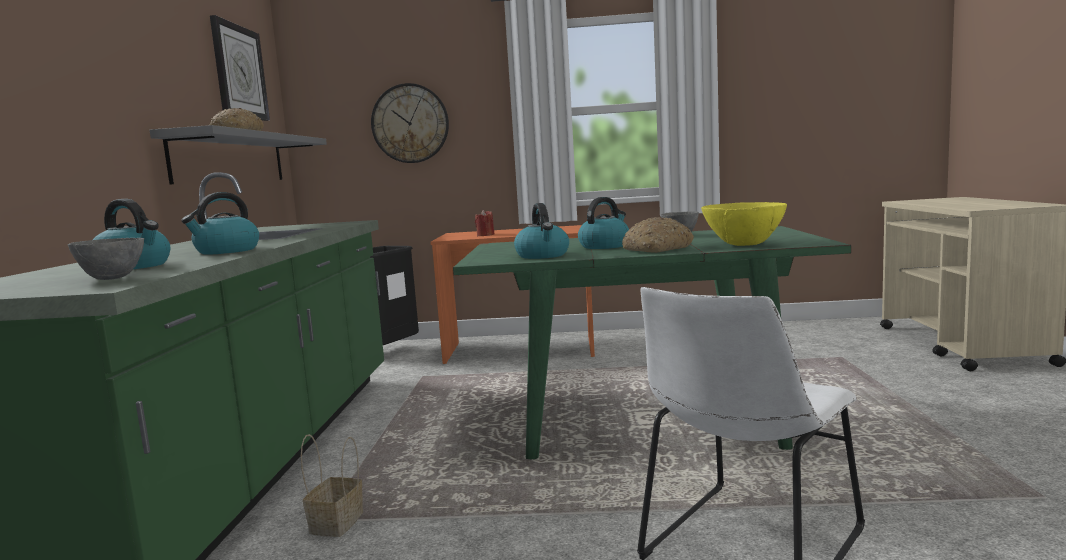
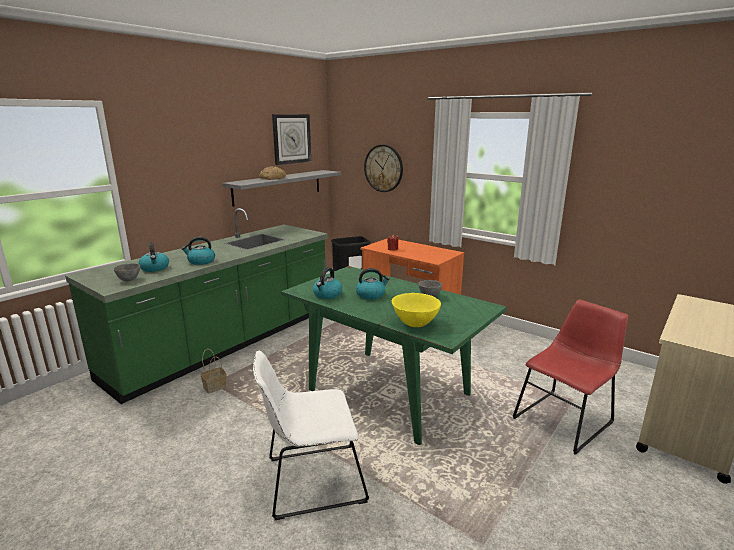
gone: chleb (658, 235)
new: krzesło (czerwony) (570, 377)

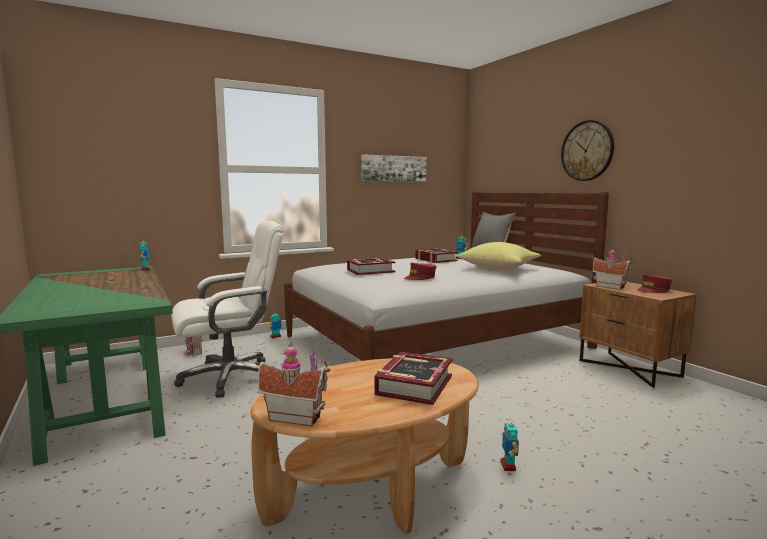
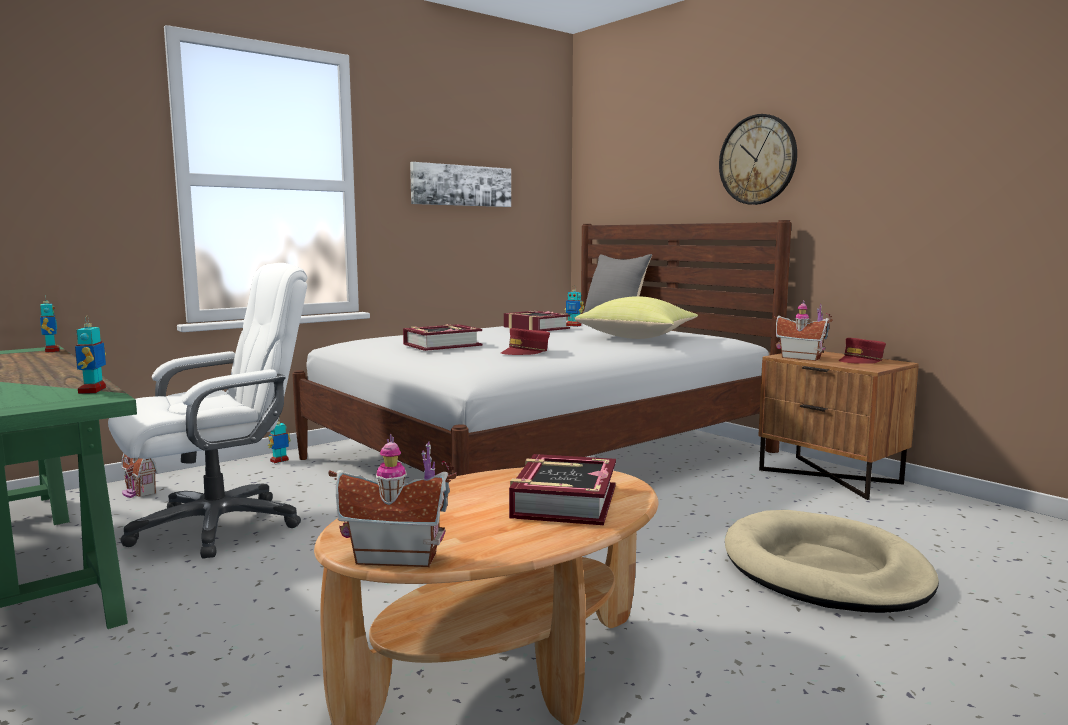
new: legowisko (beżowy) (832, 561)
shifted: robot zabawkowy (510, 444) to (90, 355)

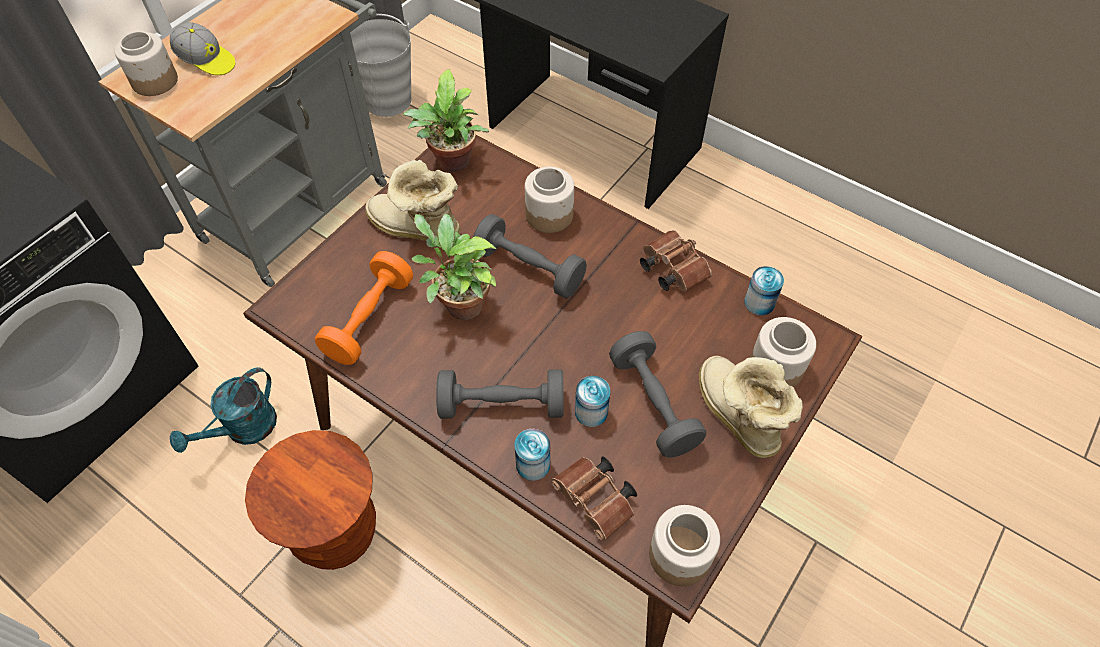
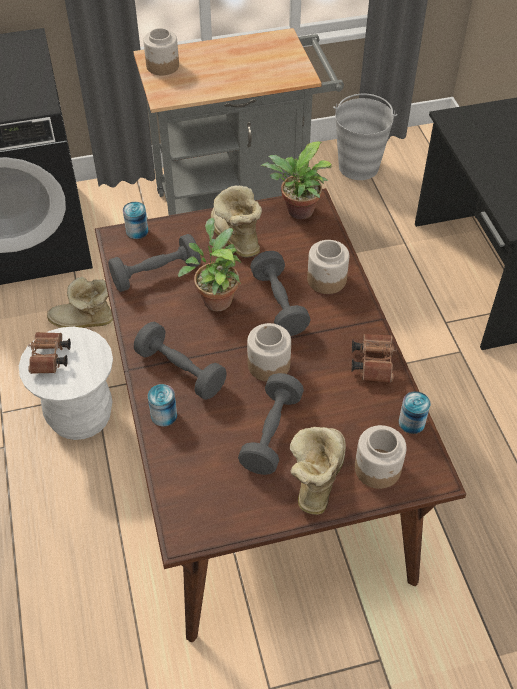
gone: czapka z daszkiem (202, 48)
shifted: lornetka (brązowy) (594, 498) to (49, 353); puszka (592, 401) to (135, 220); słoik (684, 545) to (269, 352)
swapped: konewka (turkusowy) (223, 410) to but z cholewką (80, 302)
repainted: stołek (brązowy) (310, 500) to stołek (biały) (66, 383); hantel (pomarańczowy) (364, 308) to hantel (szary) (154, 263)

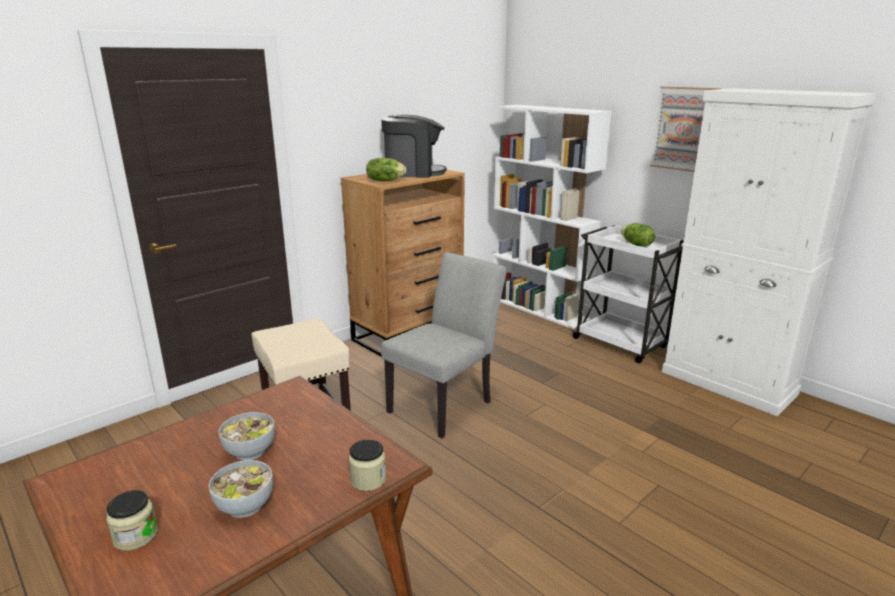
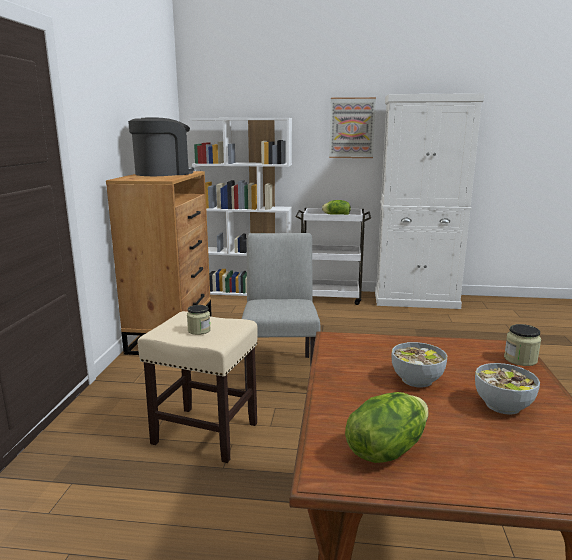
shifted: słoik (132, 520) to (199, 320); sałata (386, 169) to (386, 427)

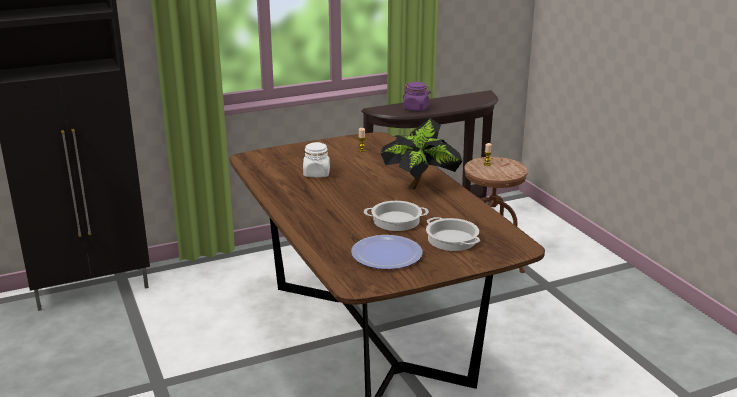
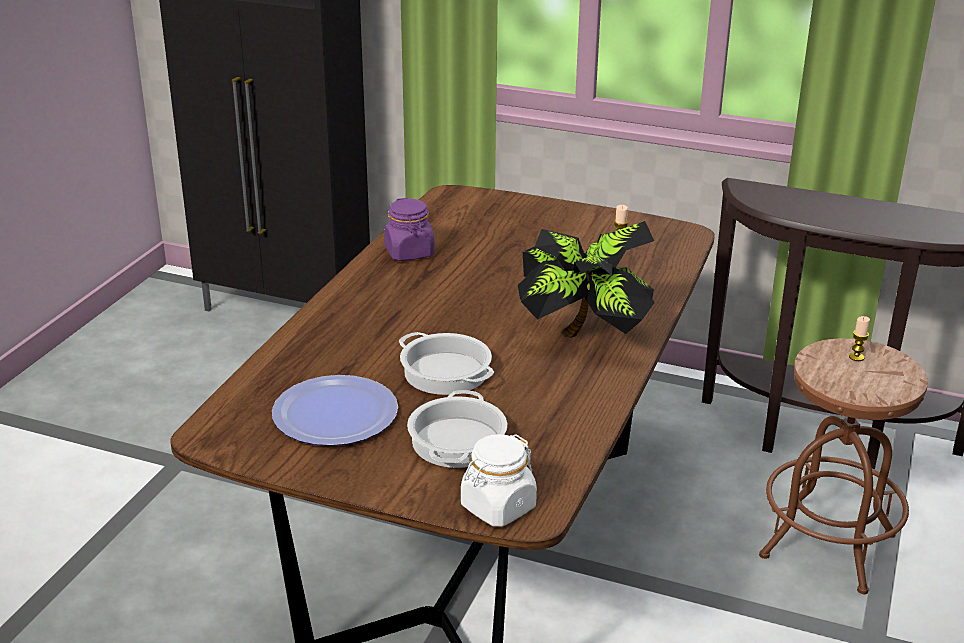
shifted: słoik (fioletowy) (417, 96) to (409, 229); słoik (biały) (316, 160) to (499, 480)

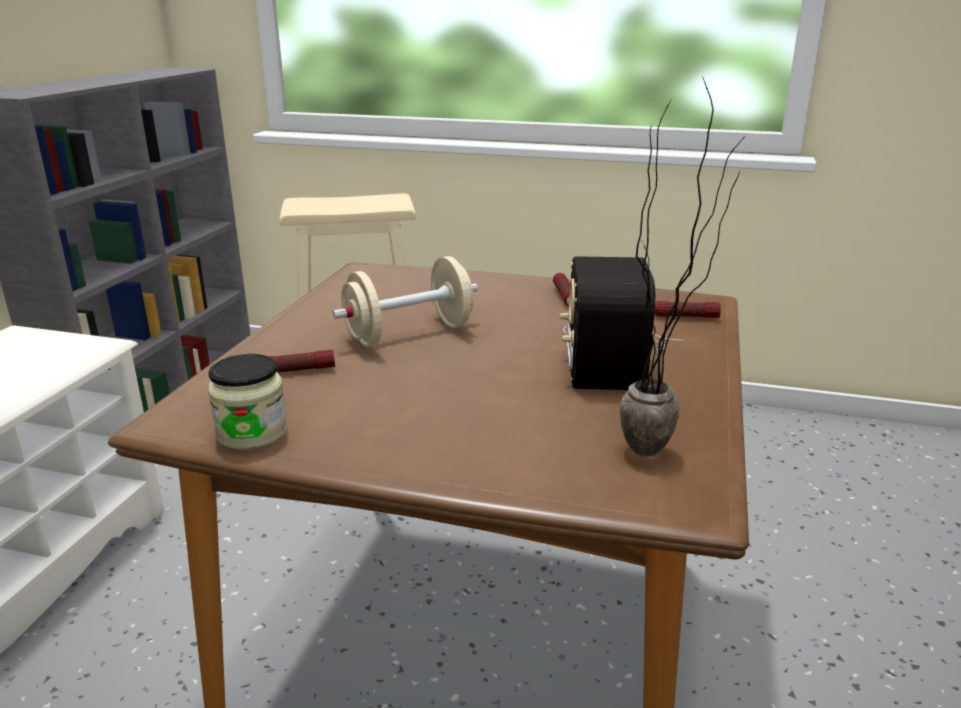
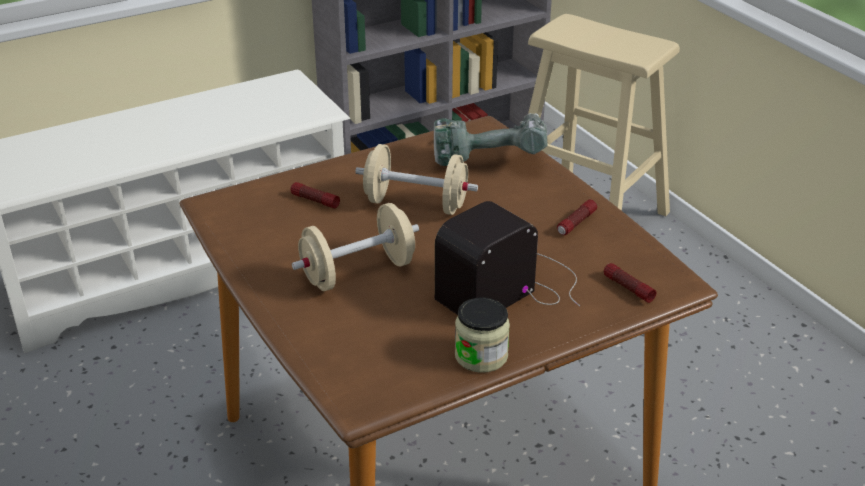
gone: roślina doniczkowa (681, 266)
new: hantel (beżowy) (355, 247); wiertarka (490, 139)
shifted: słoik (247, 402) to (482, 335)

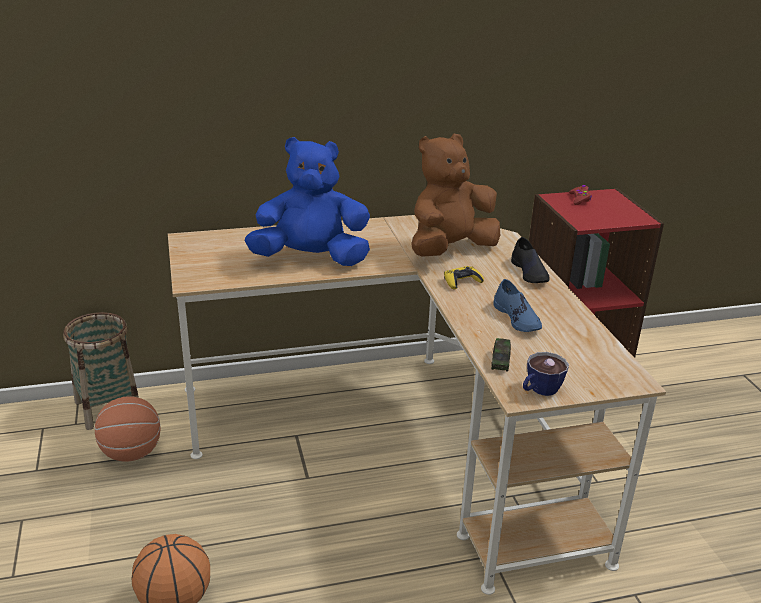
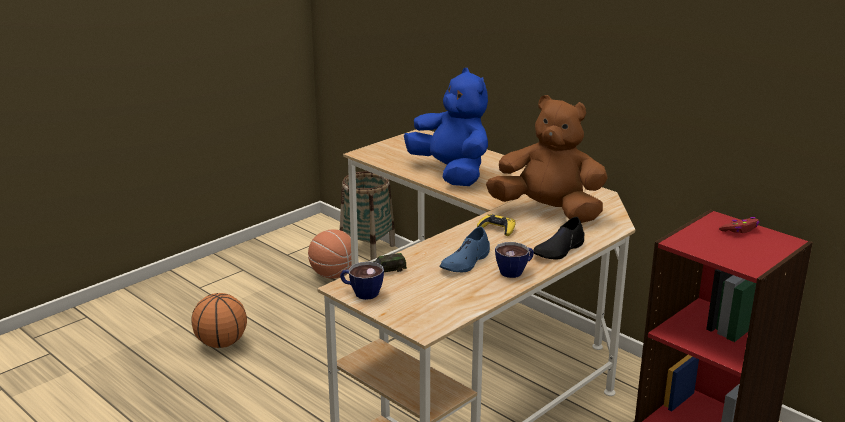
new: filiżanka (514, 260)

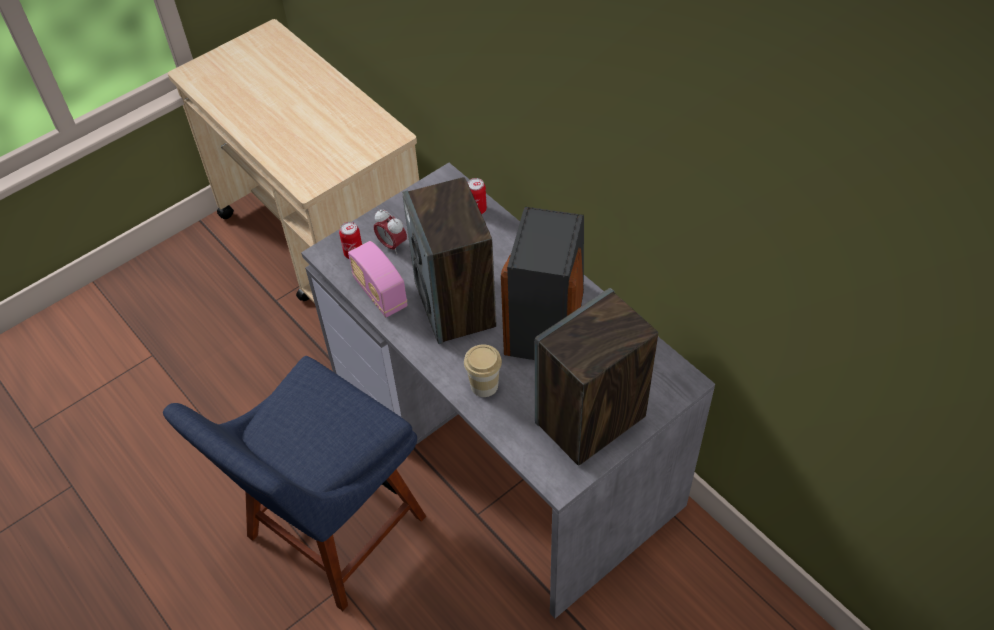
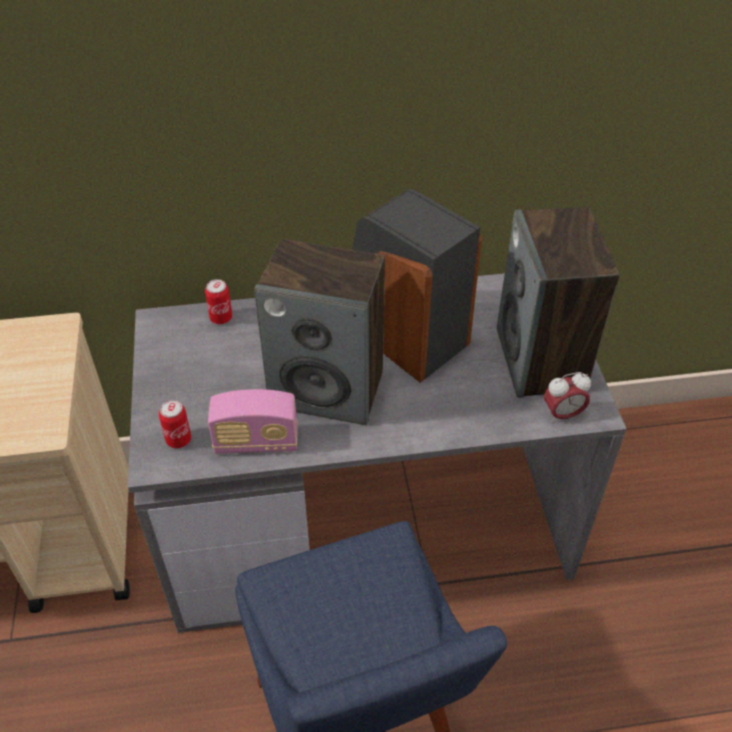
gone: filiżanka (483, 370)
shifted: budzik (390, 231) to (567, 397)

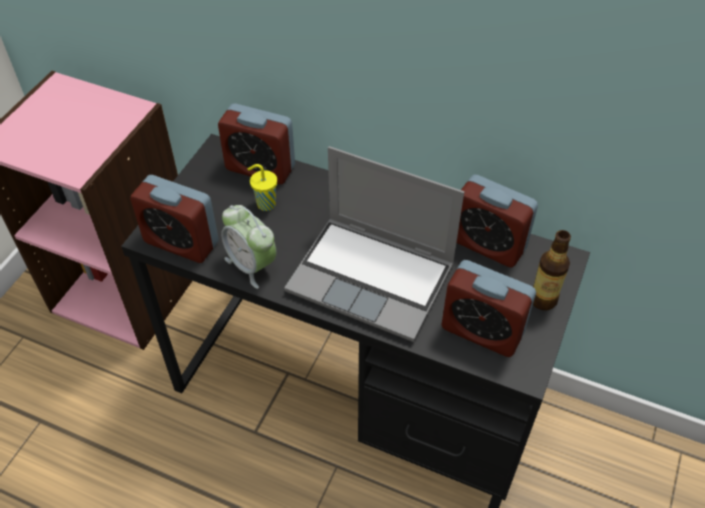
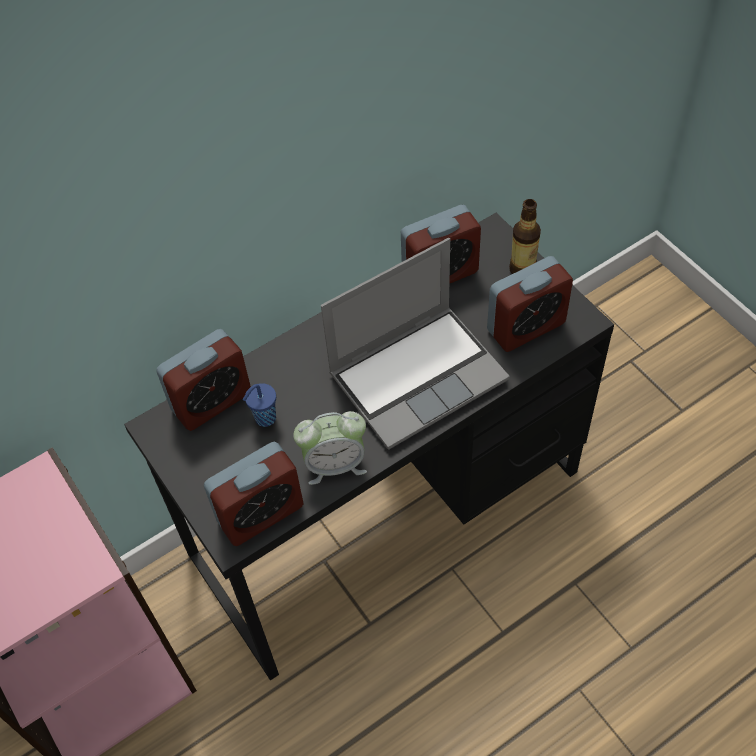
repainted: filiżanka (żółty) (262, 187) to filiżanka (niebieski) (259, 405)

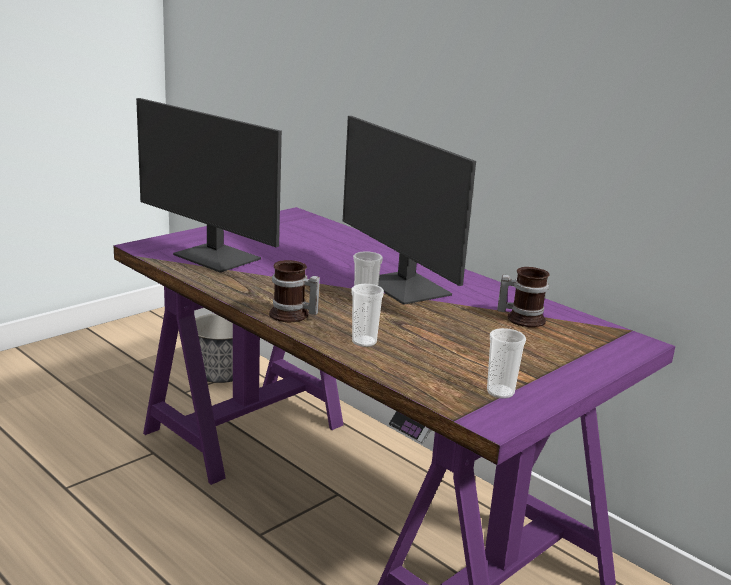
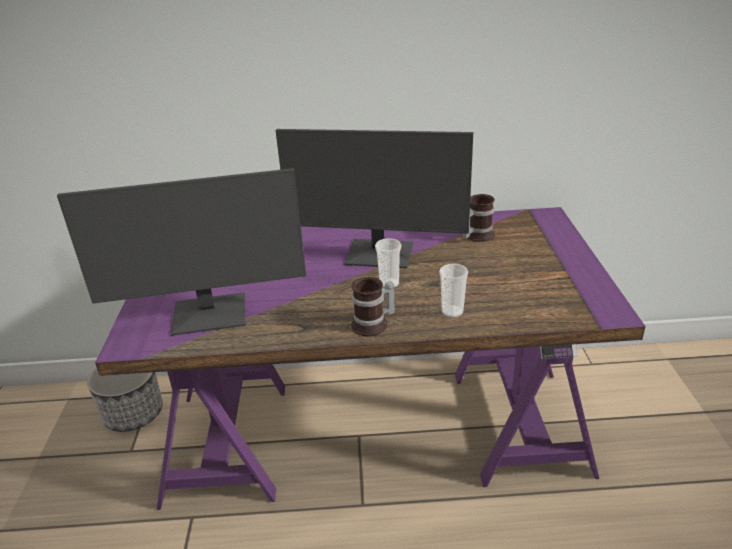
gone: filiżanka (506, 363)

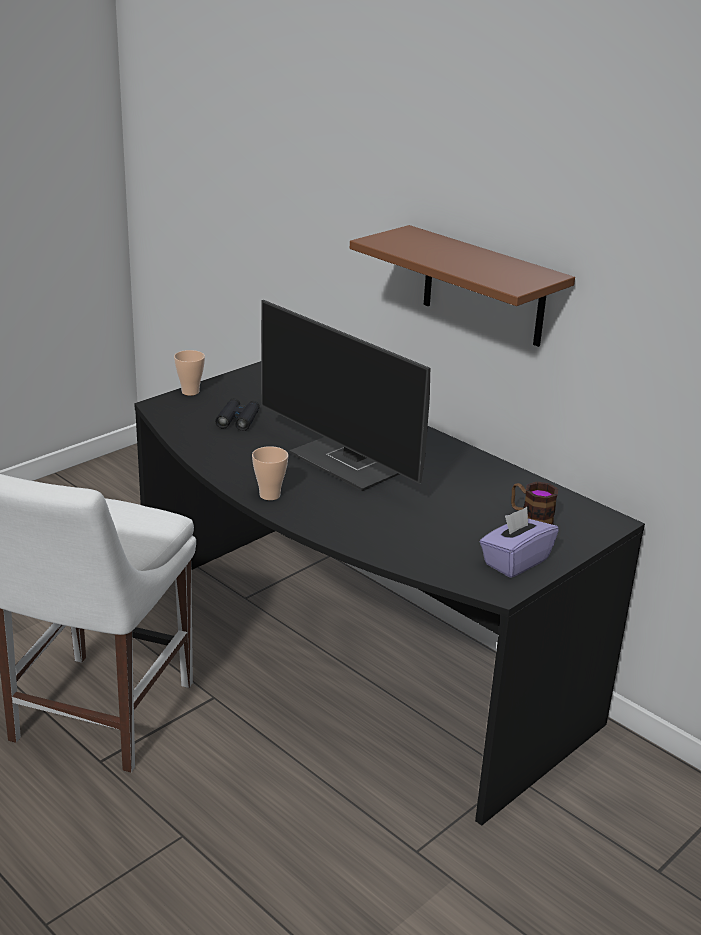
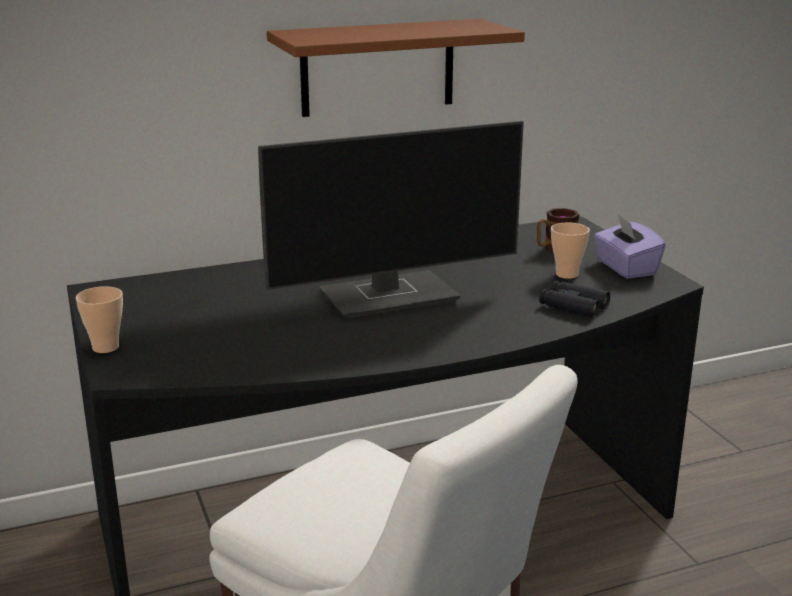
shifted: lornetka (czarny) (237, 414) to (574, 299); filiżanka (270, 473) to (570, 251)

